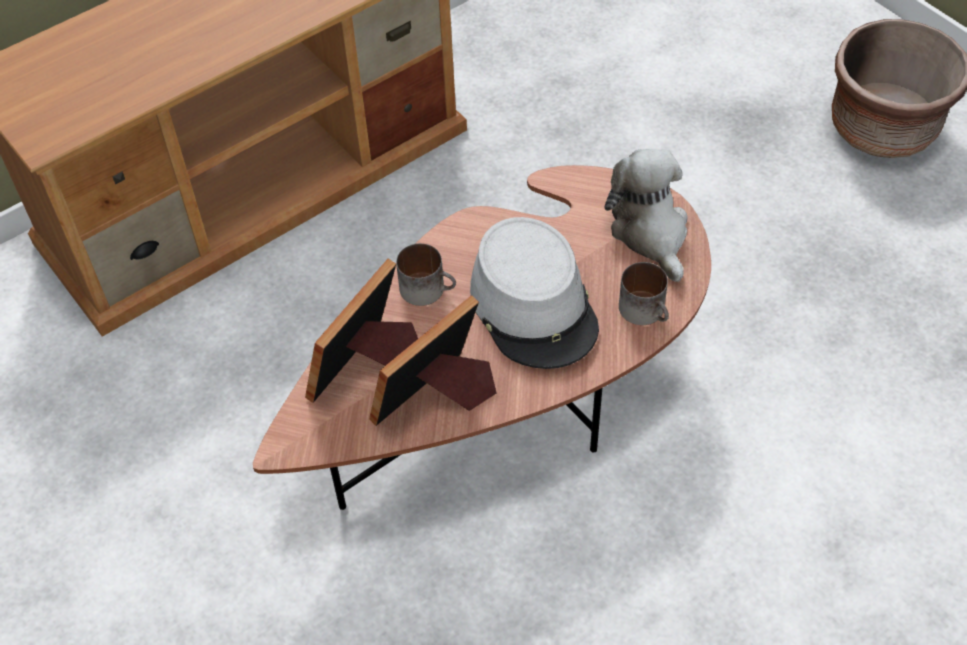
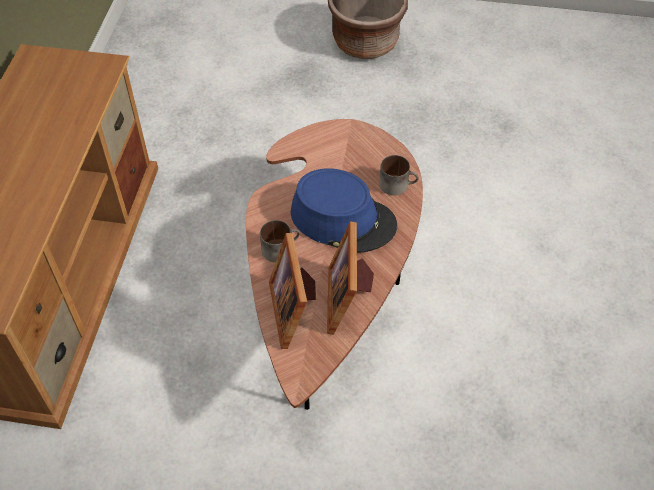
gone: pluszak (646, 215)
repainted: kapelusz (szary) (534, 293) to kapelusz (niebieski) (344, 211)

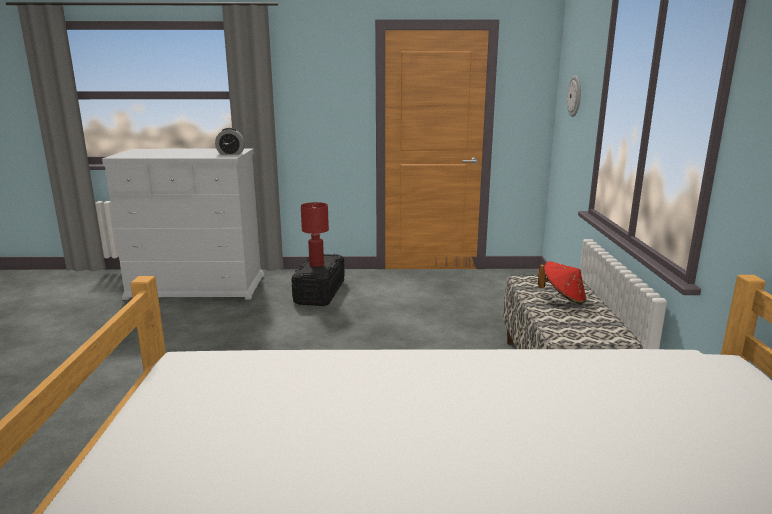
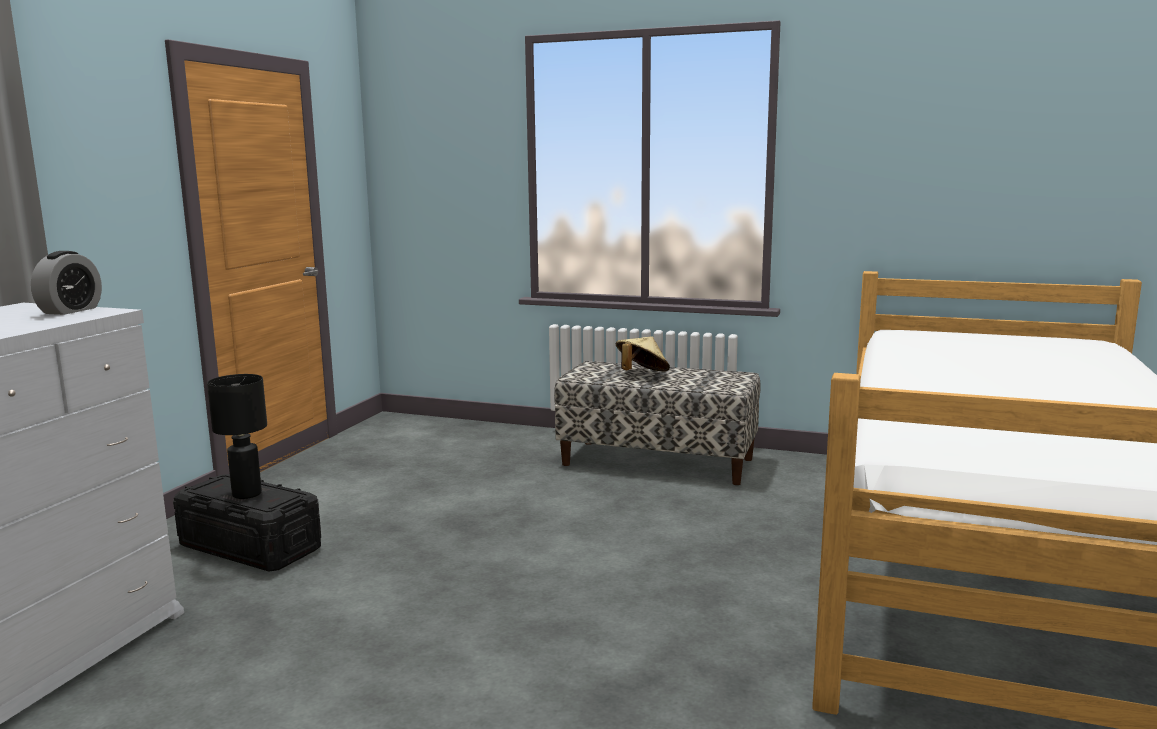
gone: zegar ścienny (574, 96)
repainted: lampa stołowa (czerwony) (315, 234) to lampa stołowa (czarny) (237, 436); kapelusz (czerwony) (562, 282) to kapelusz (beżowy) (643, 353)

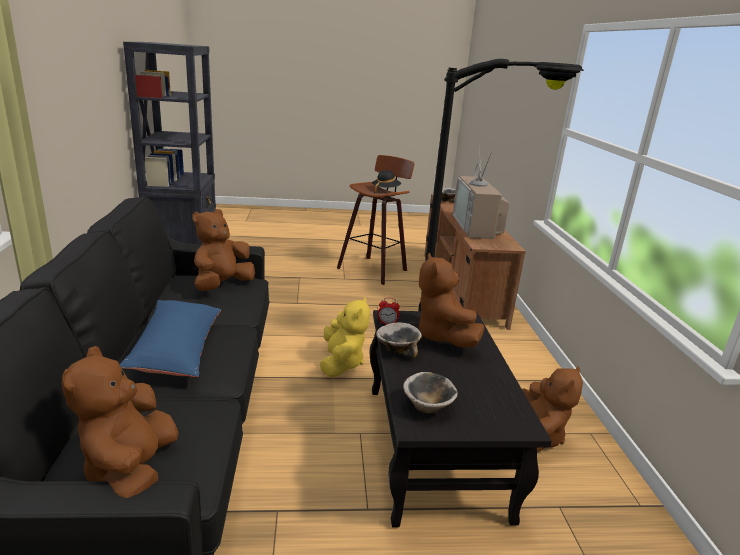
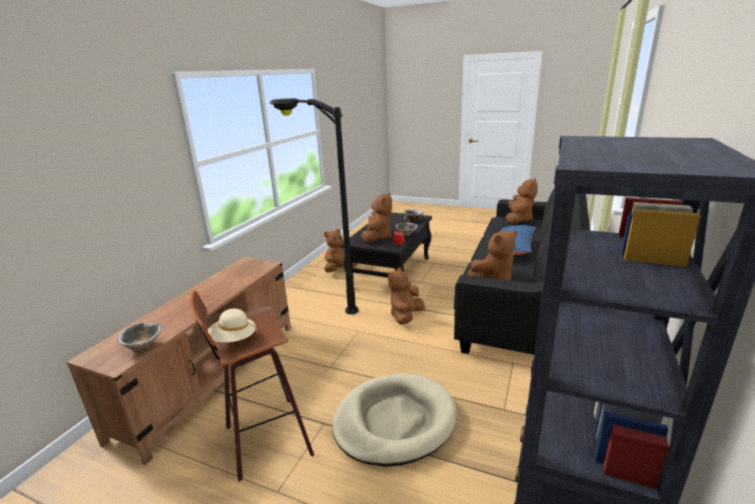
gone: telewizor (481, 191)
new: legowisko (beżowy) (394, 420)
repainted: kapelusz (czarny) (386, 181) to kapelusz (beżowy) (233, 326); pluszak (żółty) (345, 337) to pluszak (brązowy) (406, 296)

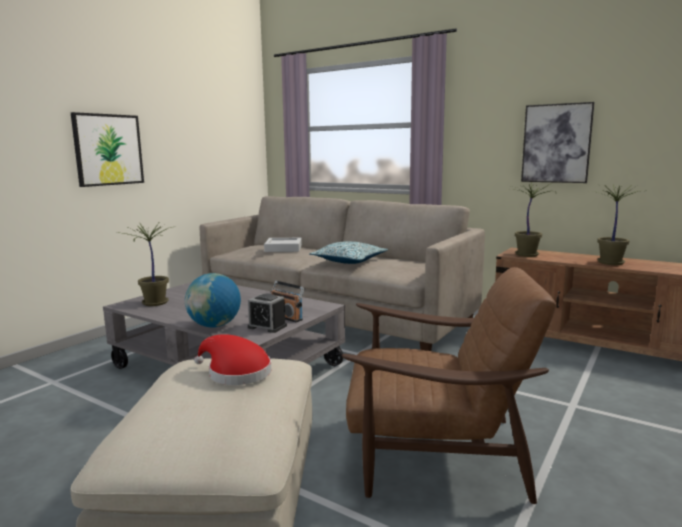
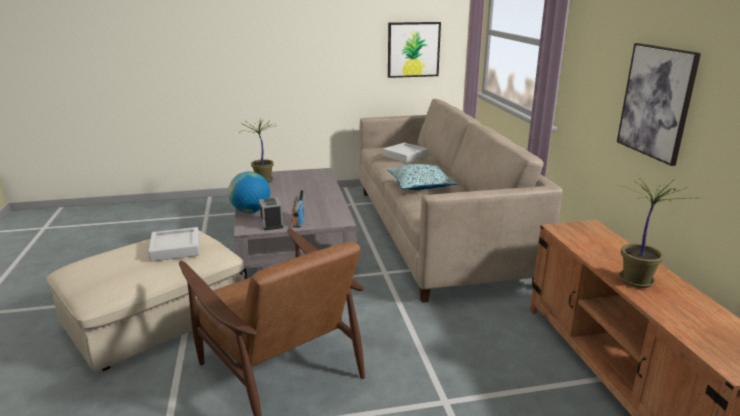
gone: roślina doniczkowa (533, 219)
shifted: obraz (107, 149) to (414, 50)
swapped: kapelusz (czerwony) (232, 359) to taca (szary) (174, 244)

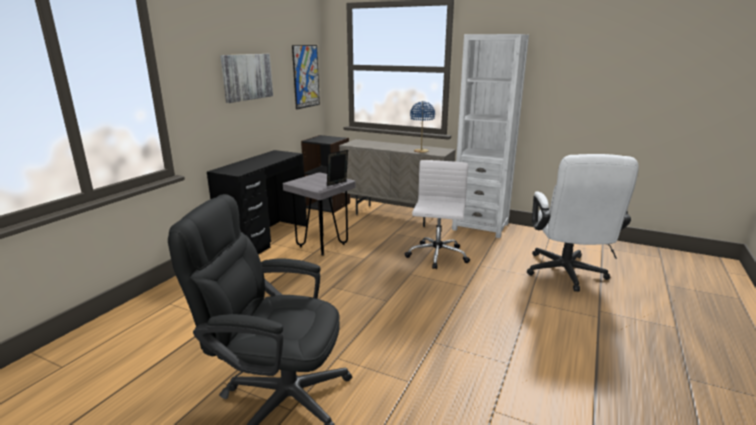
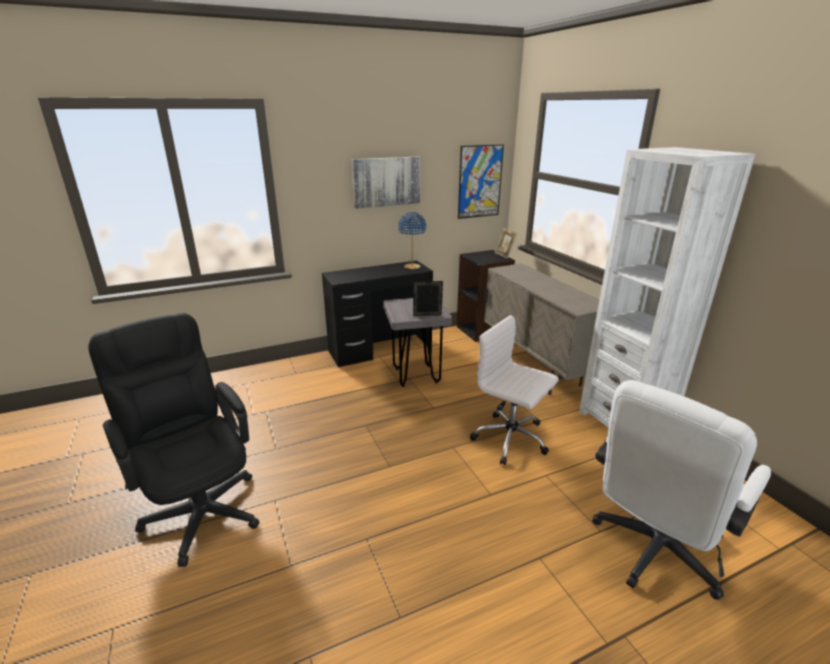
new: ramka na zdjęcie (506, 243)
shifted: lampa stołowa (niebieski) (422, 127) to (412, 240)
rotated: krzesło biurowe (biały) (437, 214) = (514, 390) 105 degrees counterclockwise

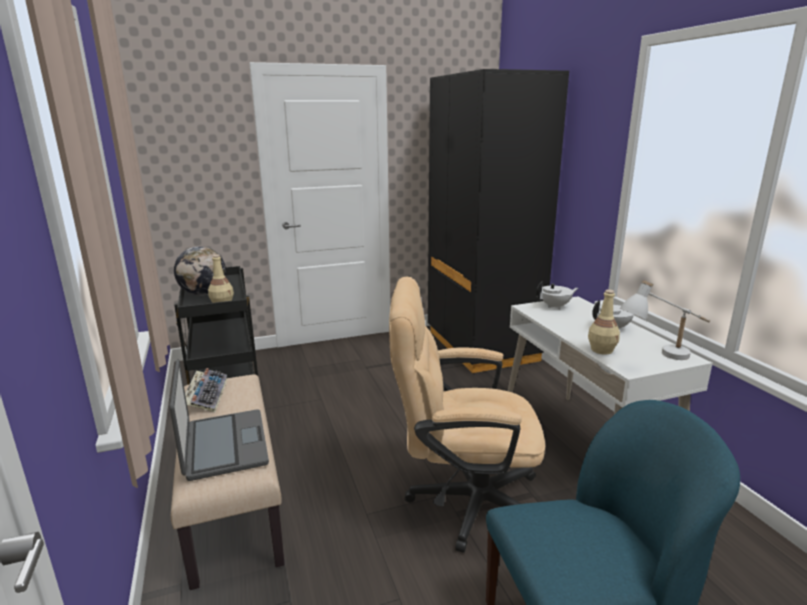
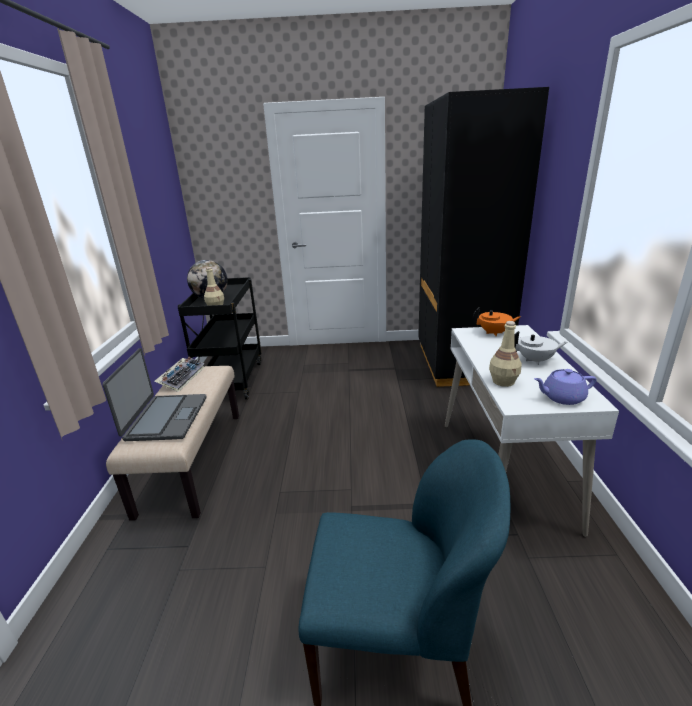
gone: krzesło biurowe (beżowy) (467, 414)
swapped: lampa stołowa (biały) (665, 320) to imbryk (fioletowy) (565, 387)
repainted: imbryk (biały) (557, 295) to imbryk (pomarańczowy) (497, 322)

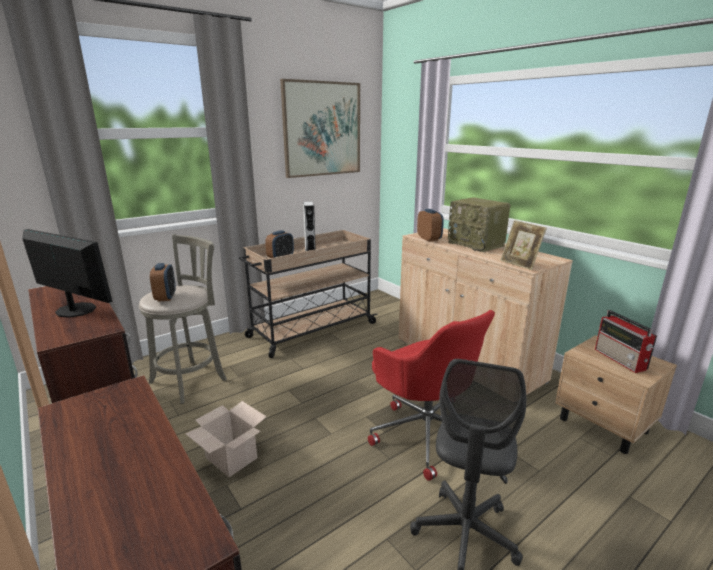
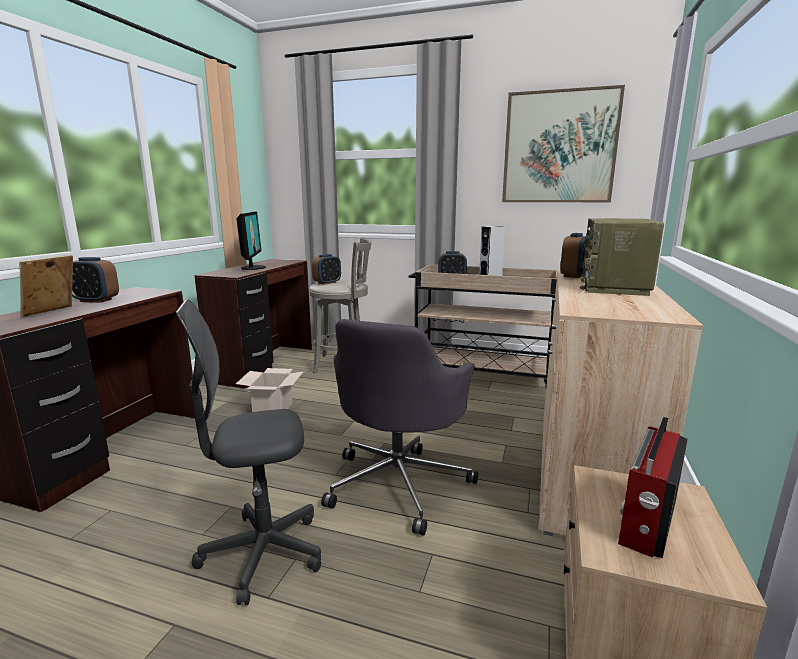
new: budzik (95, 280)
shifted: ramka na zdjęcie (523, 245) to (46, 286)
repainted: krzesło biurowe (czerwony) (431, 395) to krzesło biurowe (szary) (399, 427)

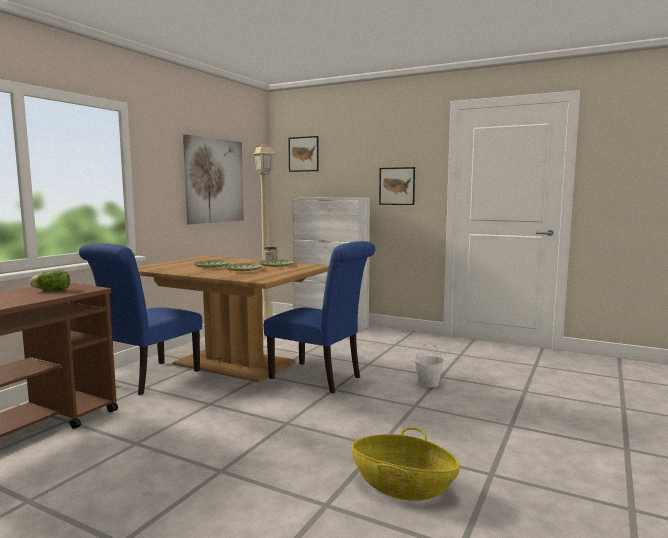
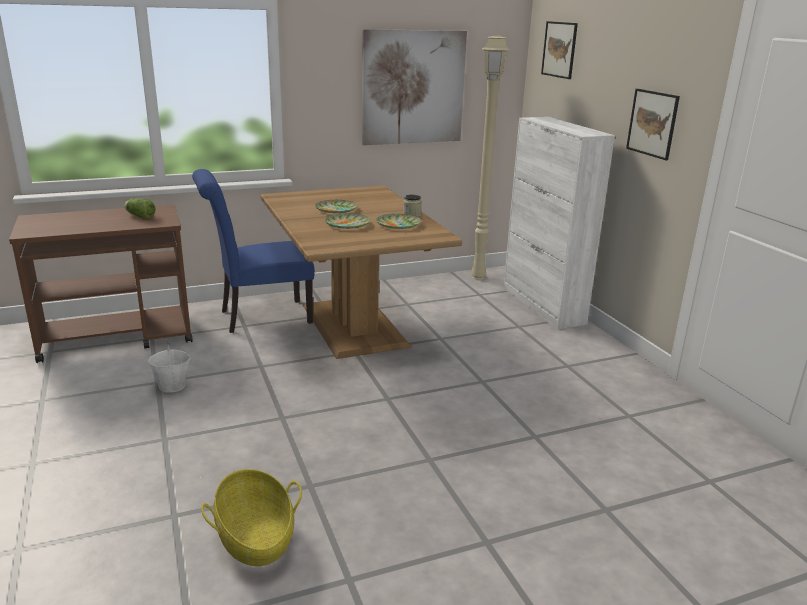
gone: krzesło (niebieski) (320, 317)
shifted: wiadro (biały) (429, 365) to (169, 366)

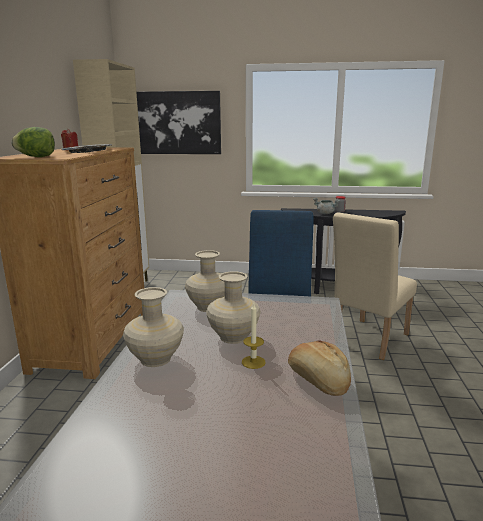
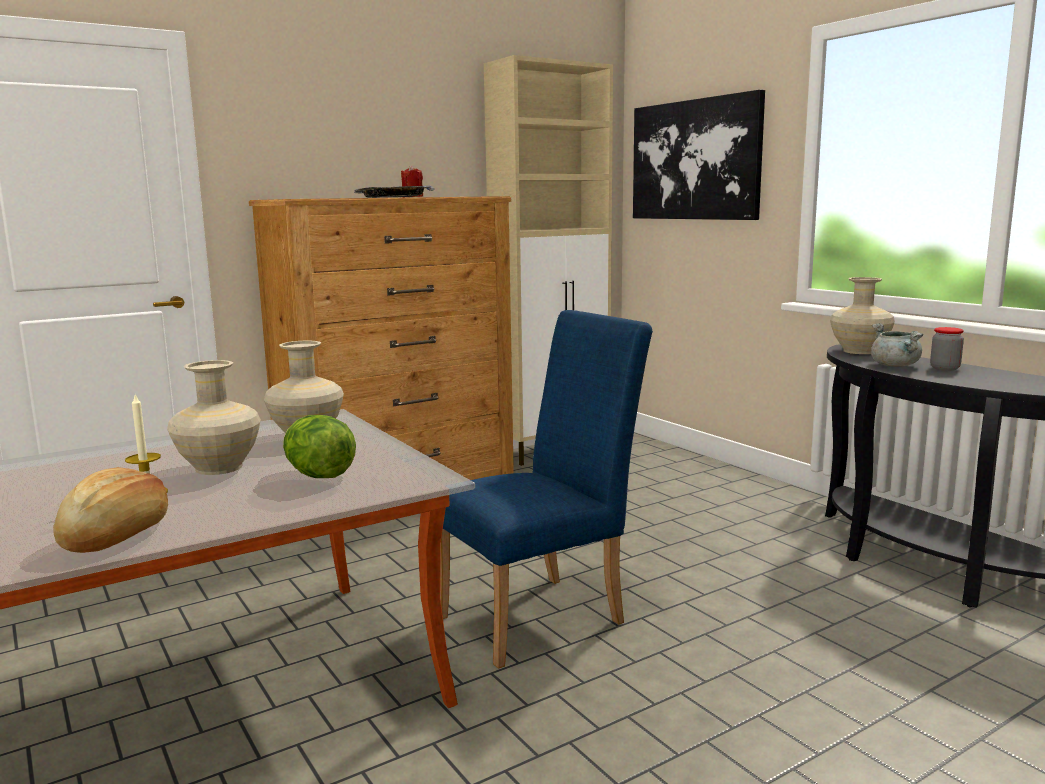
gone: krzesło (beżowy) (375, 286)
shifted: sałata (33, 142) to (319, 446); wazon (beżowy) (153, 327) to (862, 315)

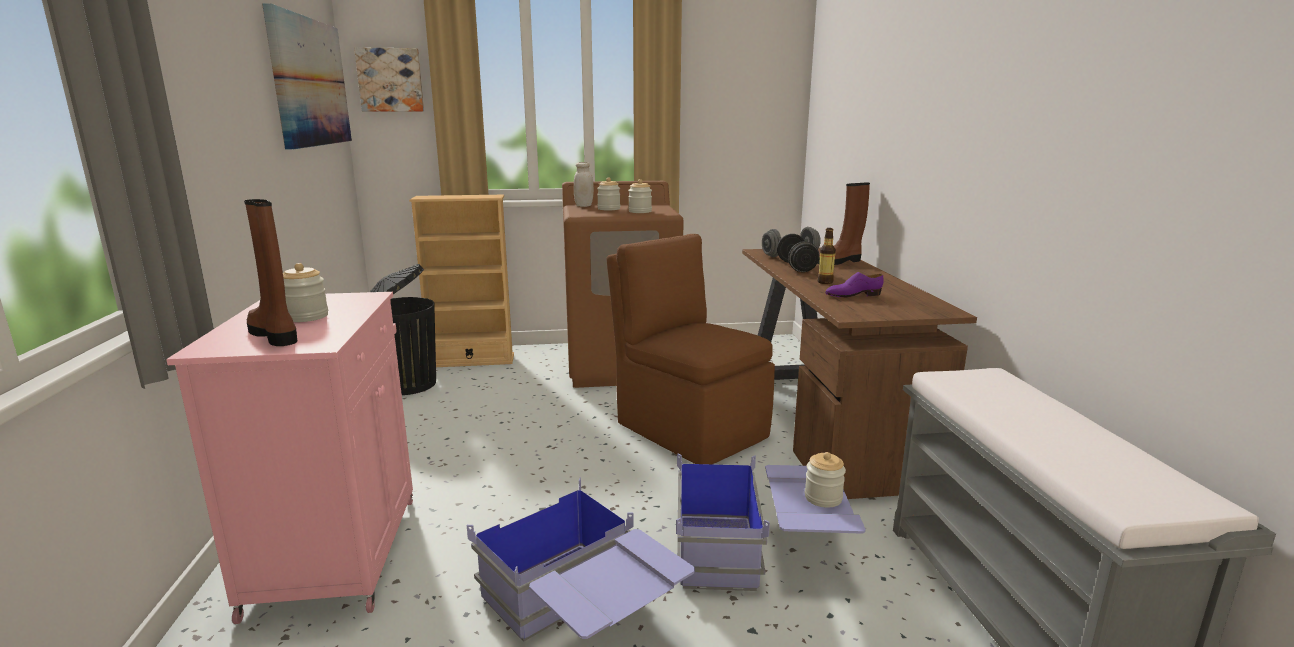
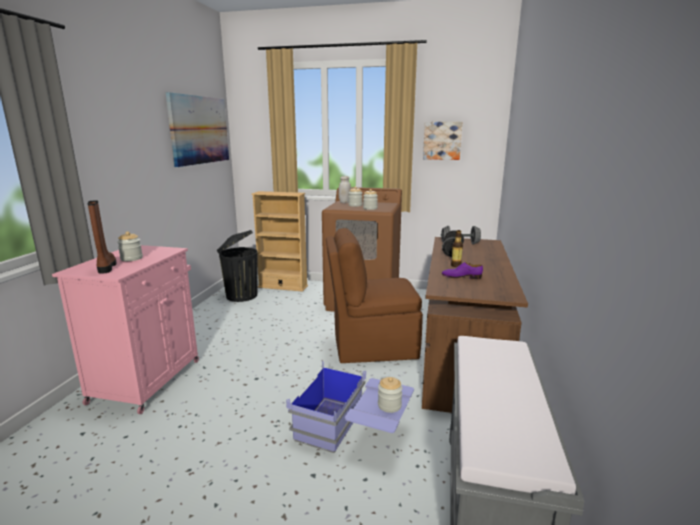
gone: pojemnik do przechowywania (niebieski) (581, 560); but z cholewką (brązowy) (843, 224)
shifted: obraz (389, 79) to (442, 141)
rotated: krzesło (brązowy) (690, 349) = (374, 295) 75 degrees counterclockwise

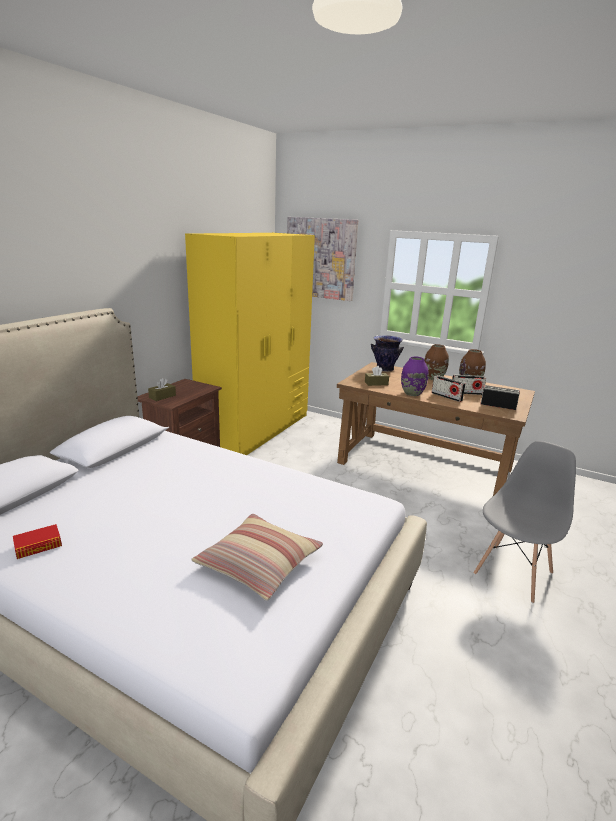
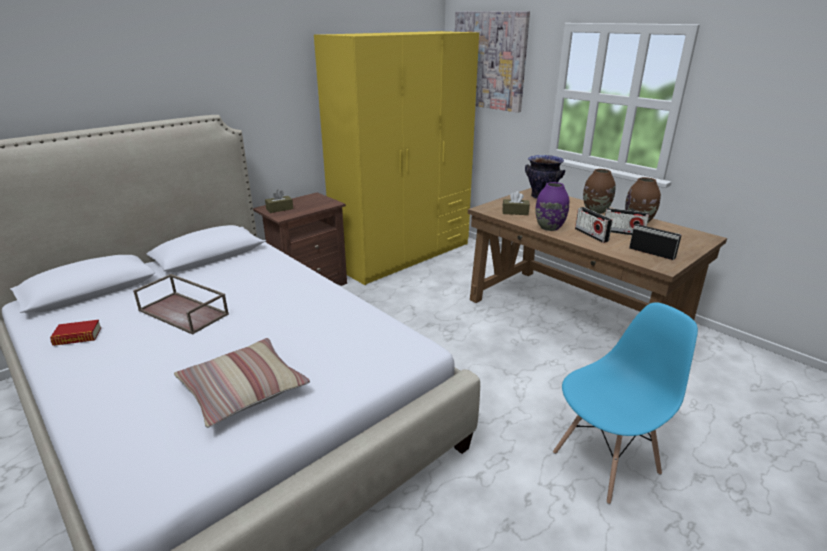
new: taca (brązowy) (181, 304)
repainted: krzesło (szary) (524, 522) to krzesło (niebieski) (625, 403)

